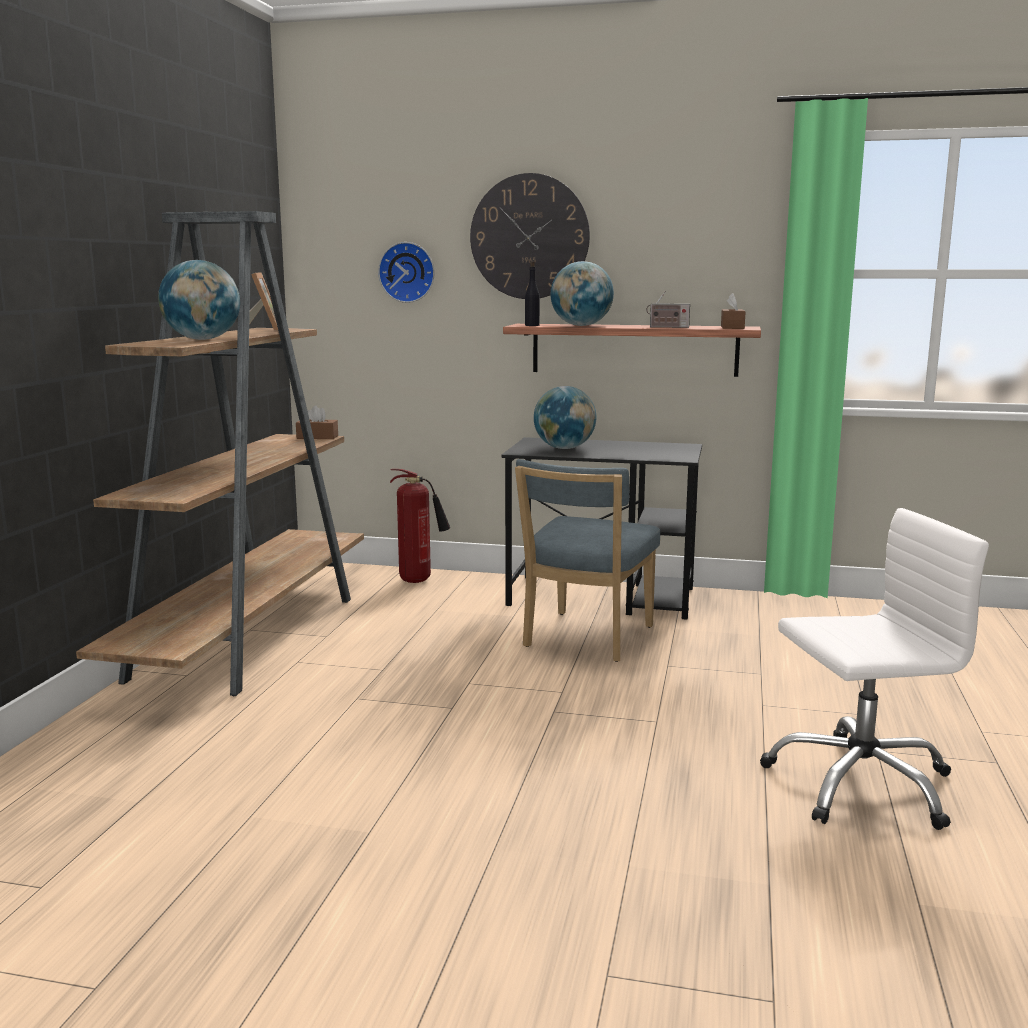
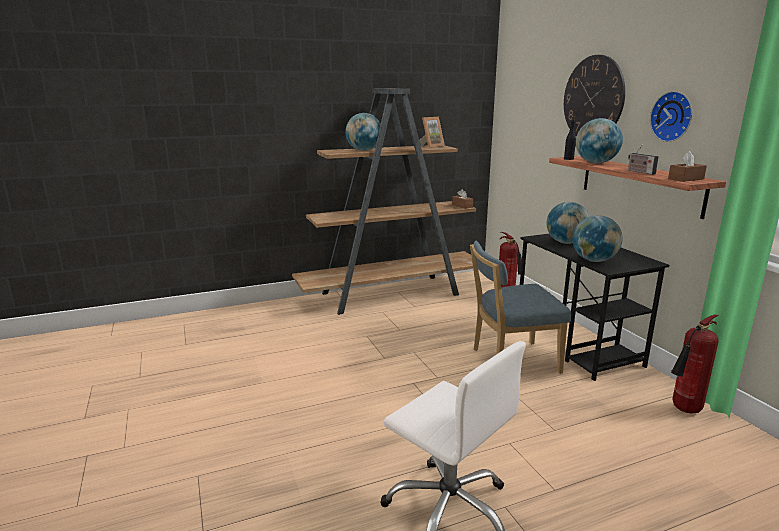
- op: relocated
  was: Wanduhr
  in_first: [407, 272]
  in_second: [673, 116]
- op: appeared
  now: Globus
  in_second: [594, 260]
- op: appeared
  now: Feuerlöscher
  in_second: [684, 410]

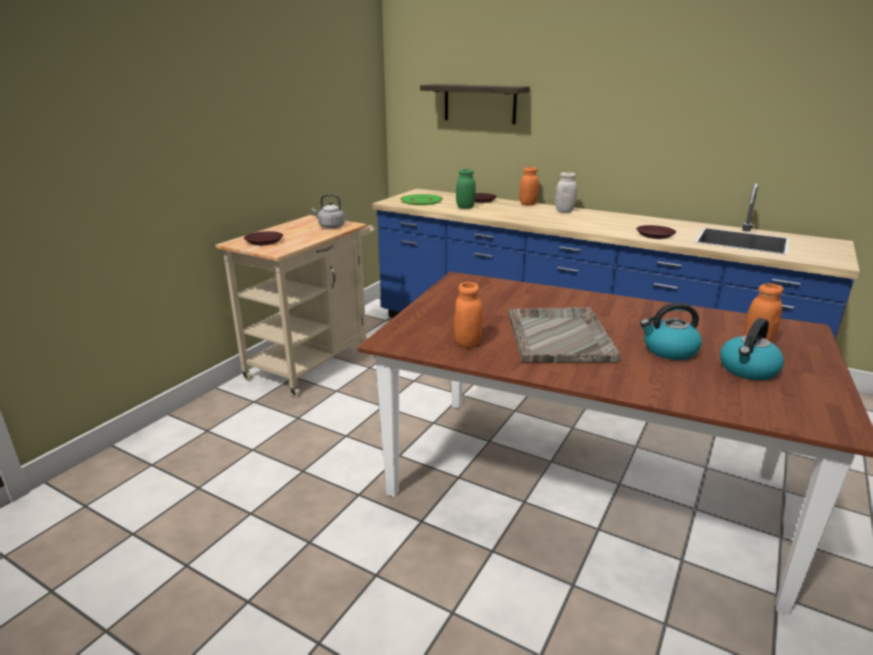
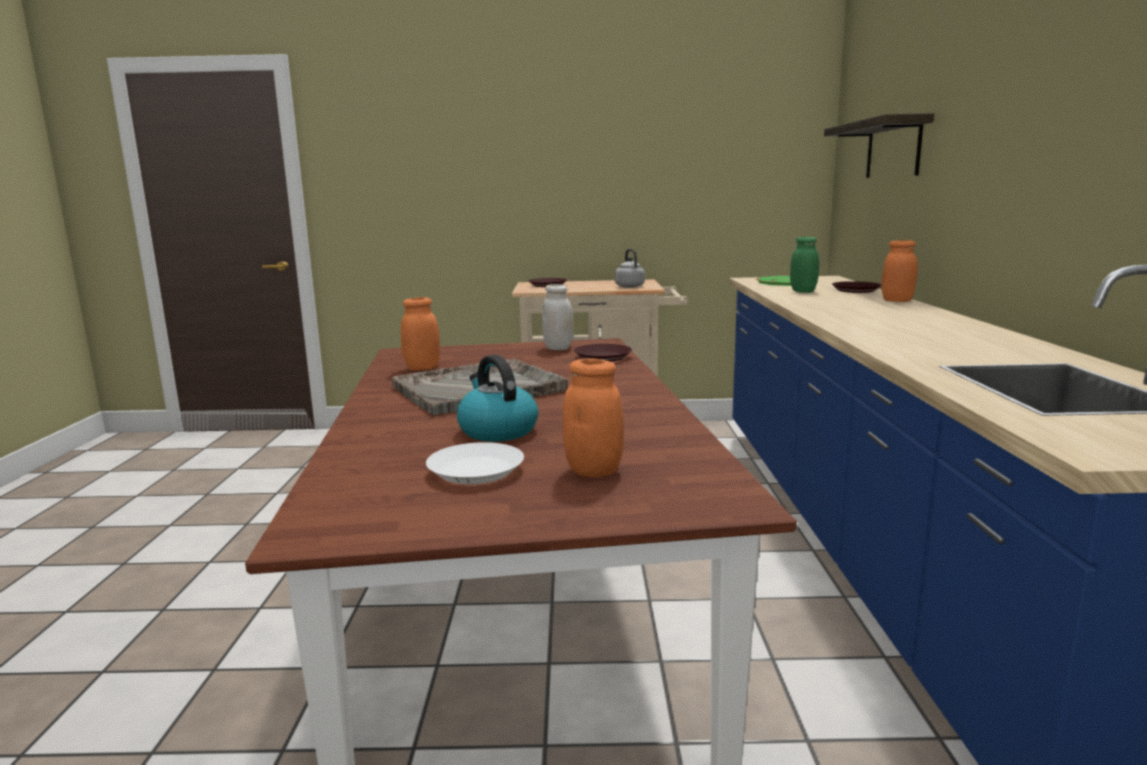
- op: relocated
  was: Vorratsglas (weiß)
  in_first: [564, 211]
  in_second: [558, 348]
- op: relocated
  was: Teller (braun)
  in_first: [655, 235]
  in_second: [602, 357]
- op: exchanged
  was: Wasserkessel
  now: Teller (weiß)
  in_first: [748, 370]
  in_second: [476, 471]

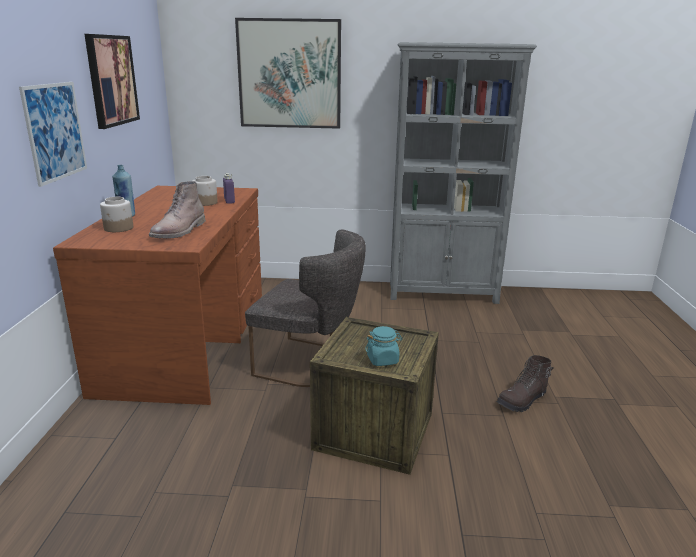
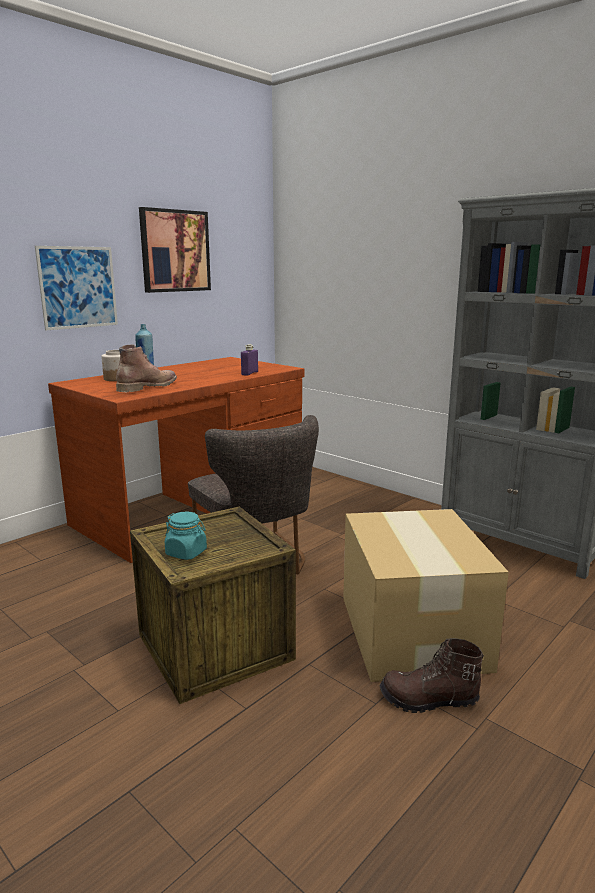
- op: missing
  was: Bild
  in_first: [289, 74]
- op: missing
  was: Vorratsglas
  in_first: [205, 202]
- op: spun
  was: Stiefel (braun)
  in_first: [179, 231]
  in_second: [147, 387]
  clockwise: 150
- op: appeared
  now: Karton
  in_second: [412, 633]

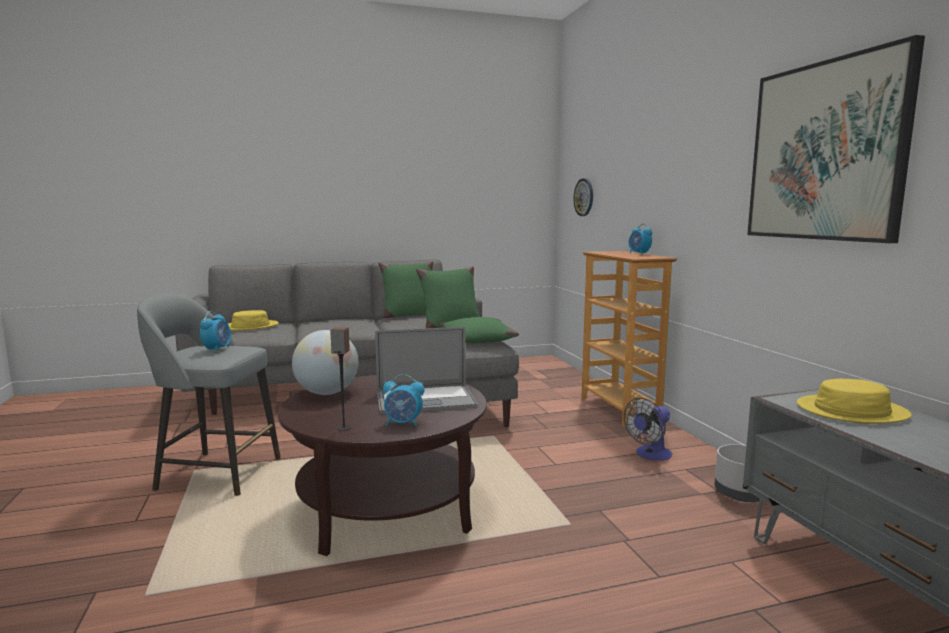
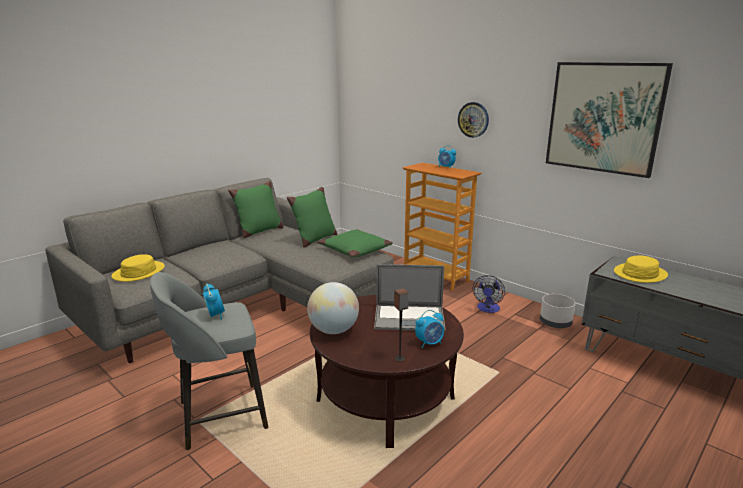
- op: relocated
  was: Wanduhr
  in_first: [584, 197]
  in_second: [473, 119]
- op: spun
  was: Laptop
  in_first: [425, 400]
  in_second: [409, 318]
  clockwise: 45

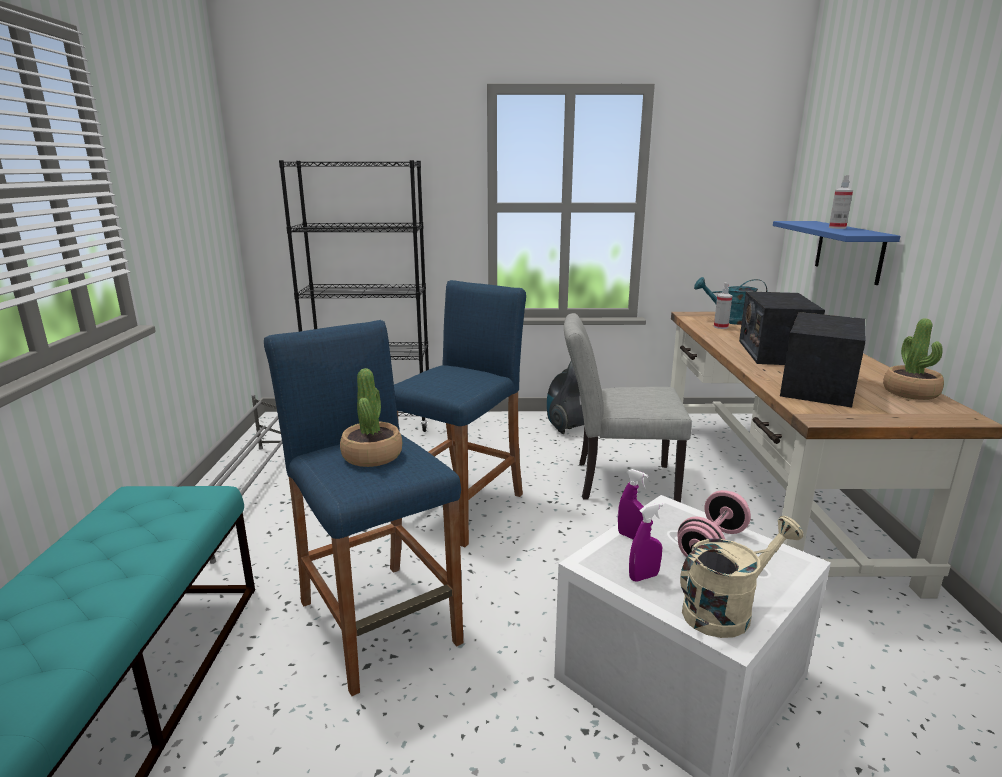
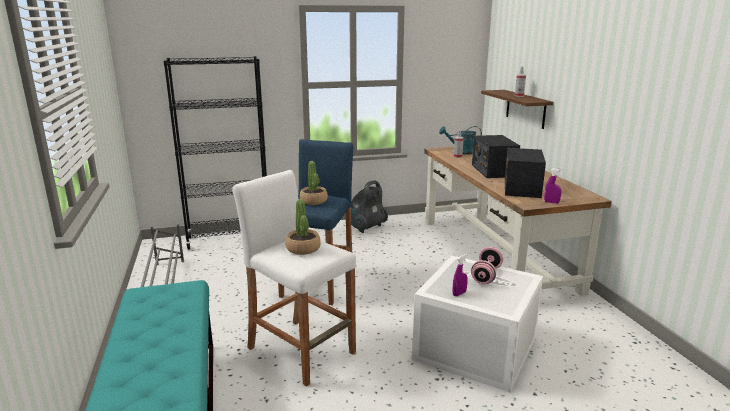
- op: colour
  was: Wandregal (blau)
  now: Wandregal (braun)
  in_first: [848, 251]
  in_second: [525, 108]
- op: missing
  was: Stuhl (grau)
  in_first: [616, 481]
- op: relocated
  was: Topfpflanze
  in_first: [910, 392]
  in_second: [314, 201]
- op: colour
  was: Hocker (blau)
  now: Hocker (weiß)
  in_first: [378, 622]
  in_second: [301, 350]
- op: relocated
  was: Sprühflasche (lila)
  in_first: [631, 536]
  in_second: [551, 202]
- op: missing
  was: Gießkanne (beige)
  in_first: [726, 610]

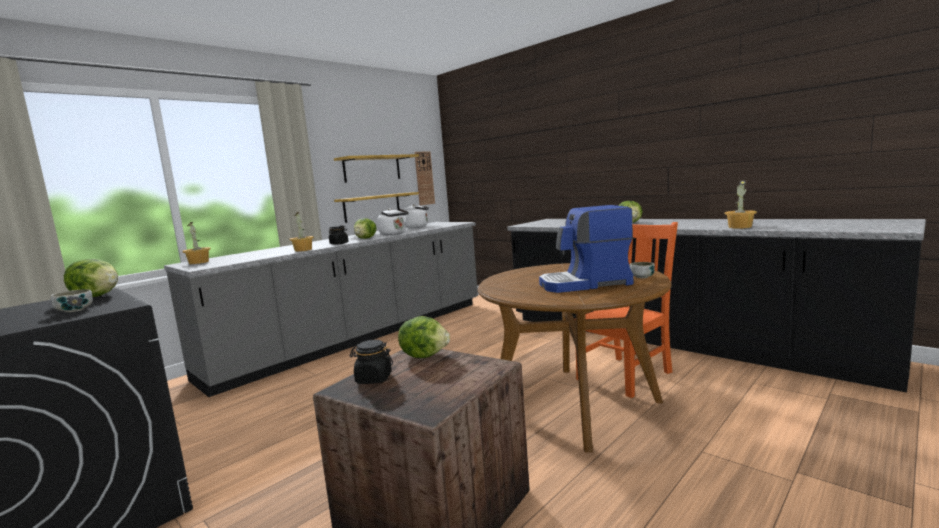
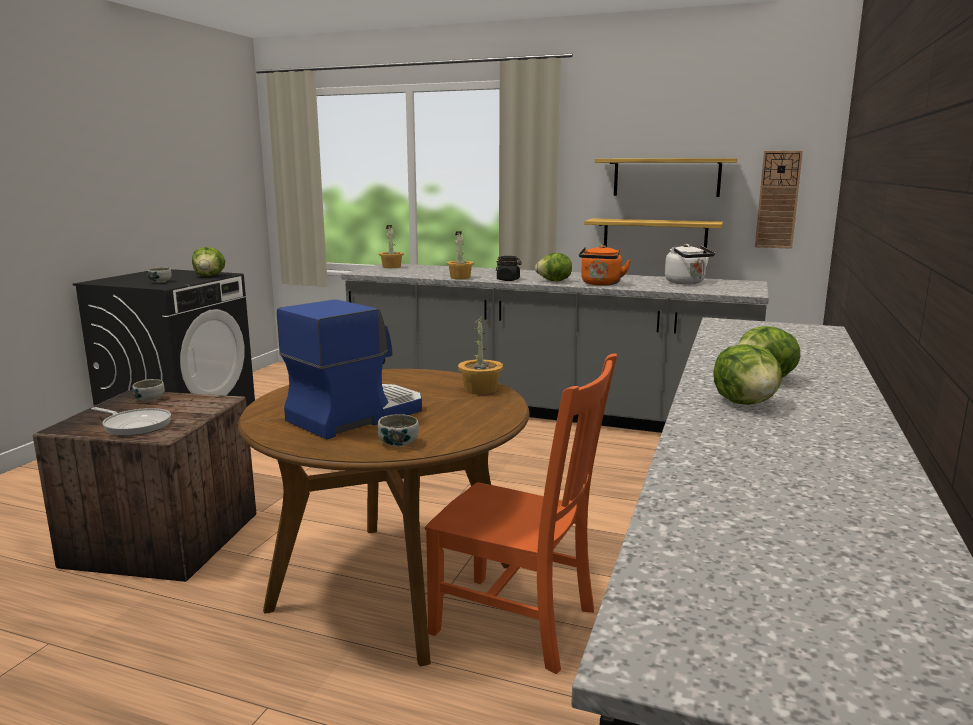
- op: relocated
  was: Topfpflanze
  in_first: [740, 227]
  in_second: [481, 389]
- op: spun
  was: Kaffeemaschine
  in_first: [585, 284]
  in_second: [356, 415]
  clockwise: 75
- op: colour
  was: Wasserkessel (weiß)
  now: Wasserkessel (orange)
  in_first: [394, 234]
  in_second: [601, 284]
- op: relocated
  was: Salatkopf
  in_first: [425, 355]
  in_second: [746, 403]
- op: exchanged
  was: Vorratsglas (schwarz)
  now: Schüssel
  in_first: [373, 379]
  in_second: [150, 399]
- op: appeared
  now: Pfanne
  in_second: [135, 425]

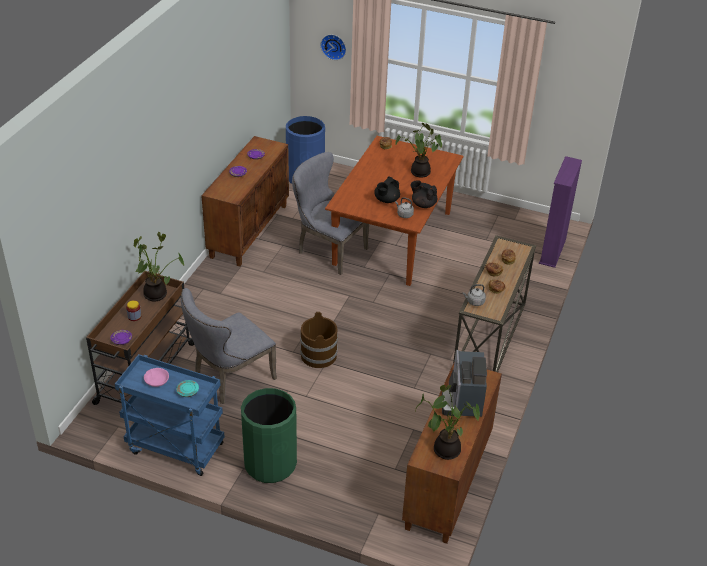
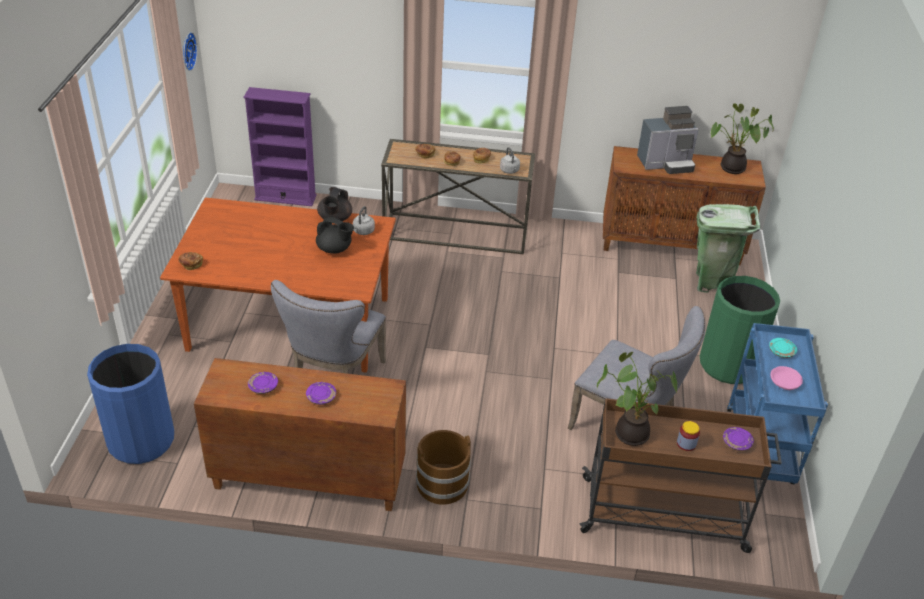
- op: relocated
  was: Wanduhr
  in_first: [334, 46]
  in_second: [187, 51]
- op: missing
  was: Topfpflanze
  in_first: [418, 173]
- op: relocated
  was: Eimer (braun)
  in_first: [318, 355]
  in_second: [442, 484]
- op: appeared
  now: Mülleimer (grün)
  in_second: [713, 282]

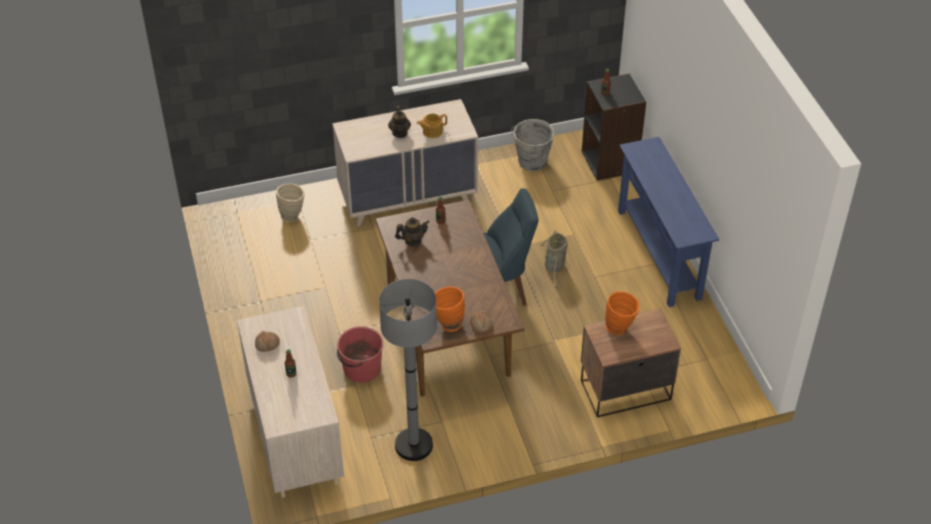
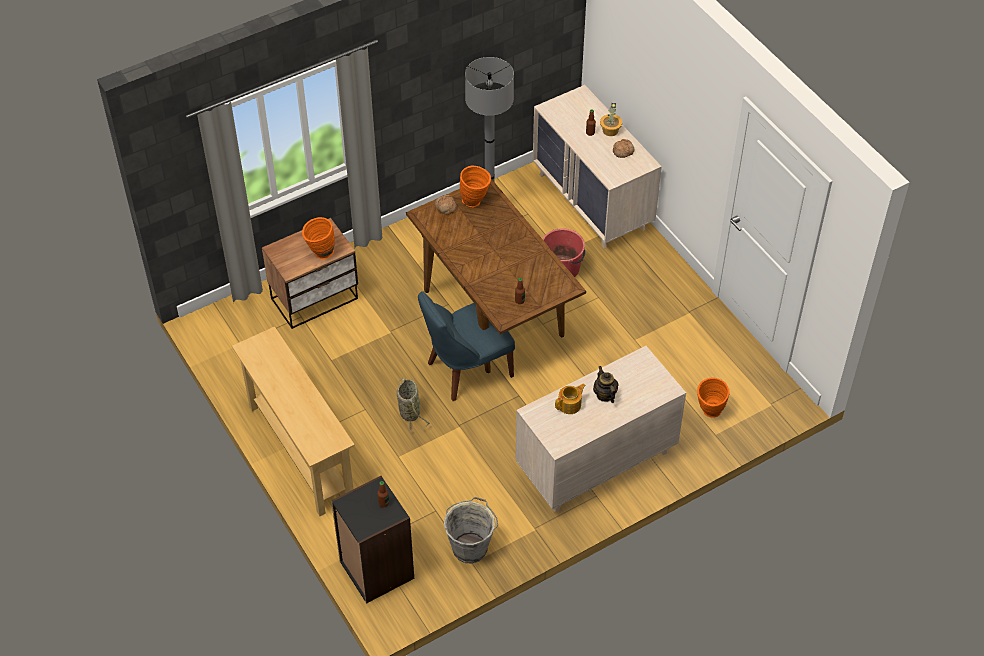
- op: colour
  was: Konsolentisch (blau)
  now: Konsolentisch (beige)
  in_first: [659, 254]
  in_second: [300, 452]
- op: colour
  was: Vase (beige)
  now: Vase (orange)
  in_first: [293, 215]
  in_second: [709, 413]
- op: missing
  was: Teekanne
  in_first: [412, 241]
- op: appeared
  now: Topfpflanze
  in_second: [610, 130]

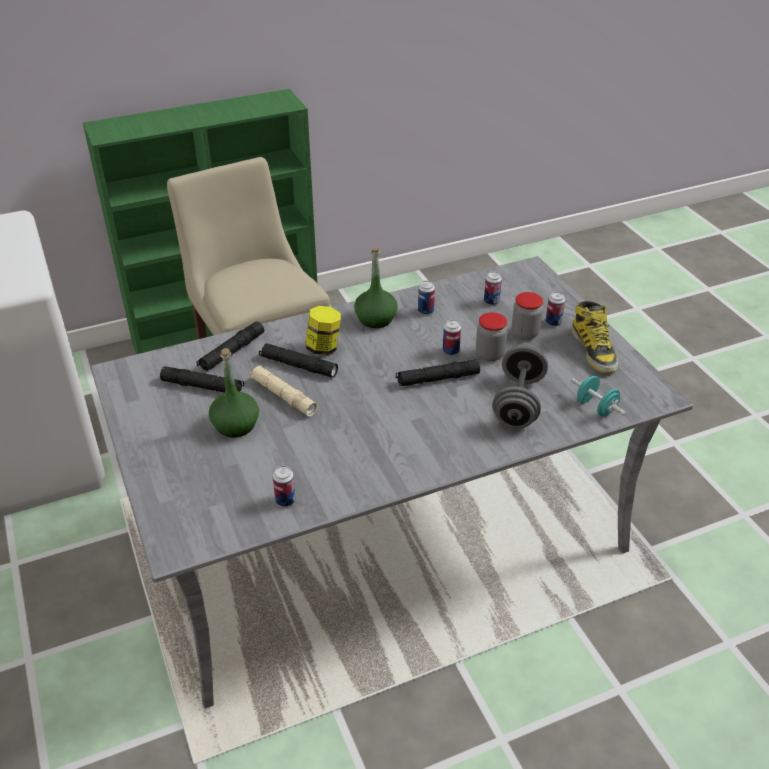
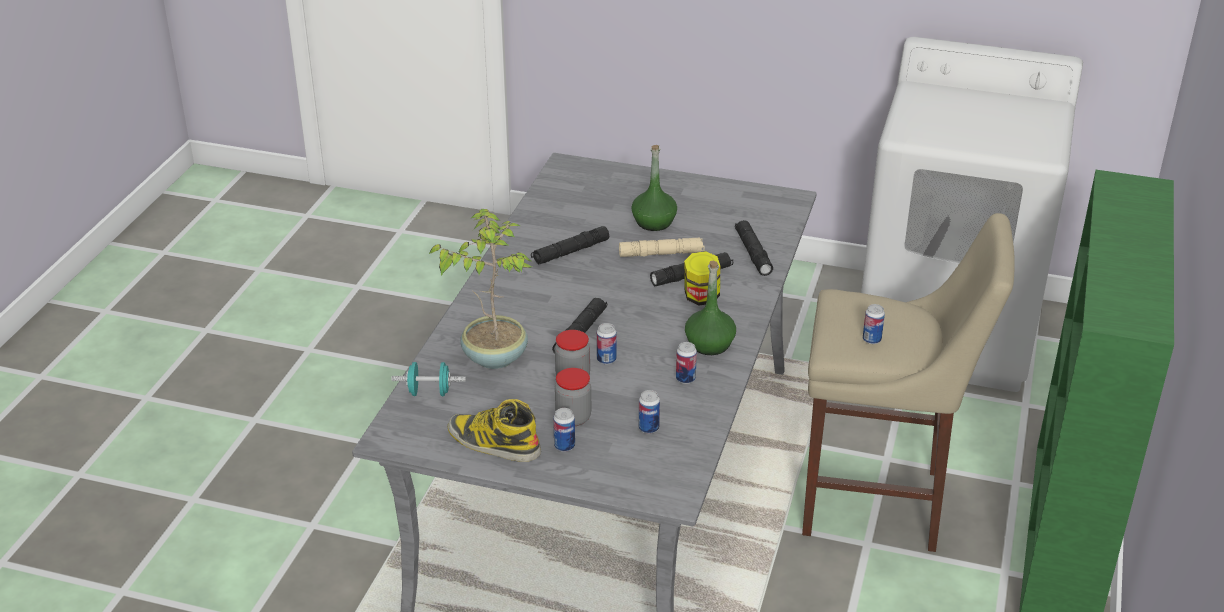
- op: exchanged
  was: Hantel (grau)
  now: Topfpflanze
  in_first: [518, 402]
  in_second: [494, 356]
- op: relocated
  was: Taschenlampe (schwarz)
  in_first: [203, 386]
  in_second: [570, 252]
- op: relocated
  was: Dose
  in_first: [285, 500]
  in_second: [871, 339]

